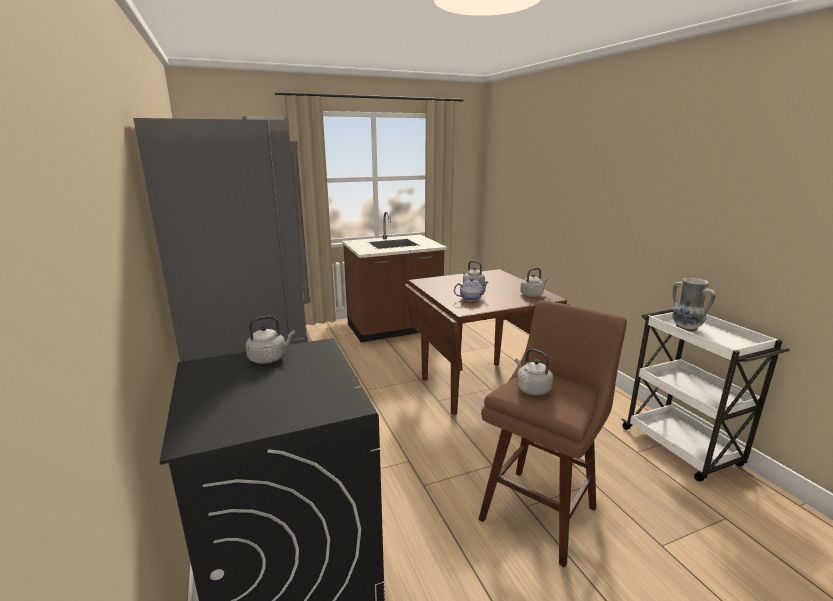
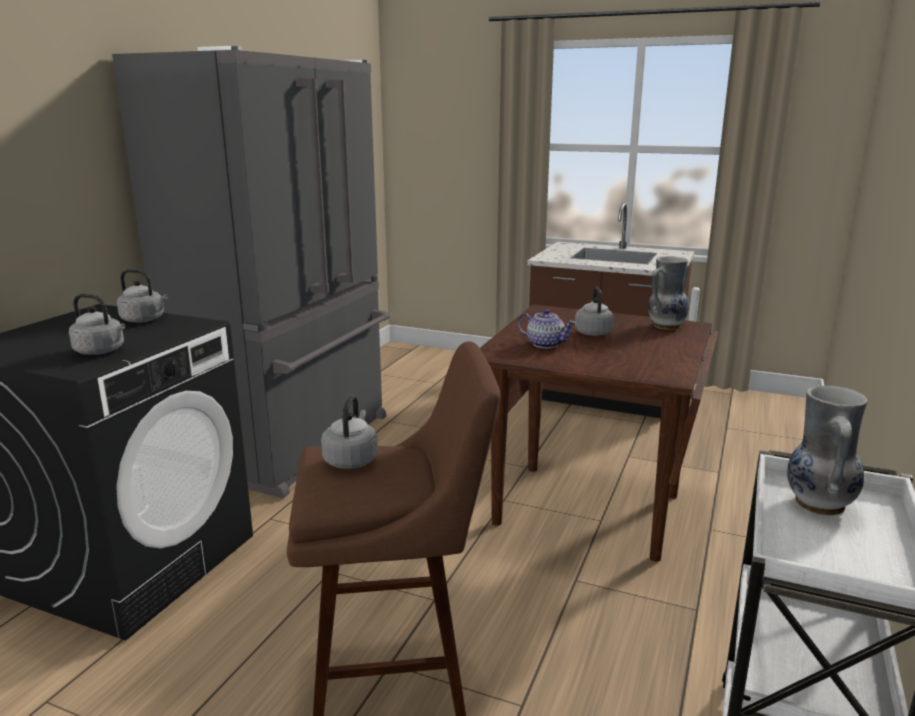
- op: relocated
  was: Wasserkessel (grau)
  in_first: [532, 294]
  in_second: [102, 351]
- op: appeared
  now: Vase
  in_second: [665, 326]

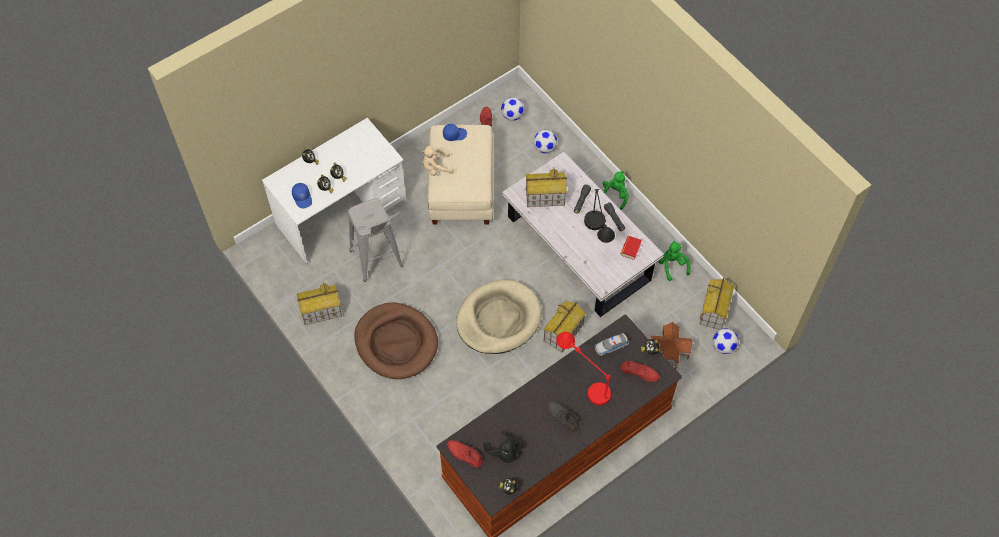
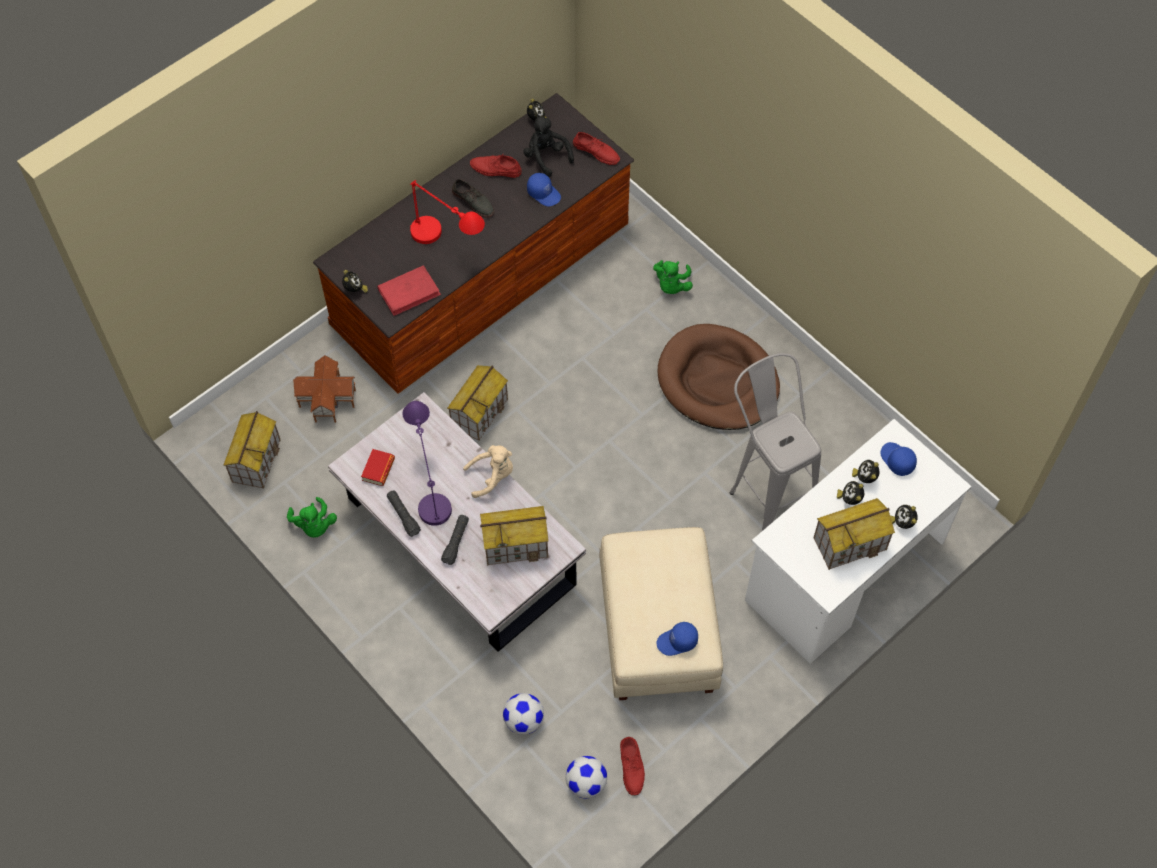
- op: relocated
  was: Plüschtier (beige)
  in_first: [436, 167]
  in_second: [492, 476]
- op: relocated
  was: Plüschtier (grün)
  in_first: [614, 195]
  in_second: [671, 285]
- op: colour
  was: Tischlampe (schwarz)
  now: Tischlampe (lila)
  in_first: [598, 237]
  in_second: [429, 484]
- op: missing
  was: Hundebett (beige)
  in_first: [498, 319]
- op: relocated
  was: Spielzeughaus
  in_first: [321, 311]
  in_second: [850, 543]
- op: missing
  was: Fußball
  in_first: [723, 346]
- op: exchanged
  was: Spielzeugauto
  now: Buch (rot)
  in_first: [611, 346]
  in_second: [409, 292]
- op: relocated
  was: Schuh (rot)
  in_first: [640, 372]
  in_second: [495, 169]
- op: appeared
  now: Kappe (blau)
  in_second: [544, 193]

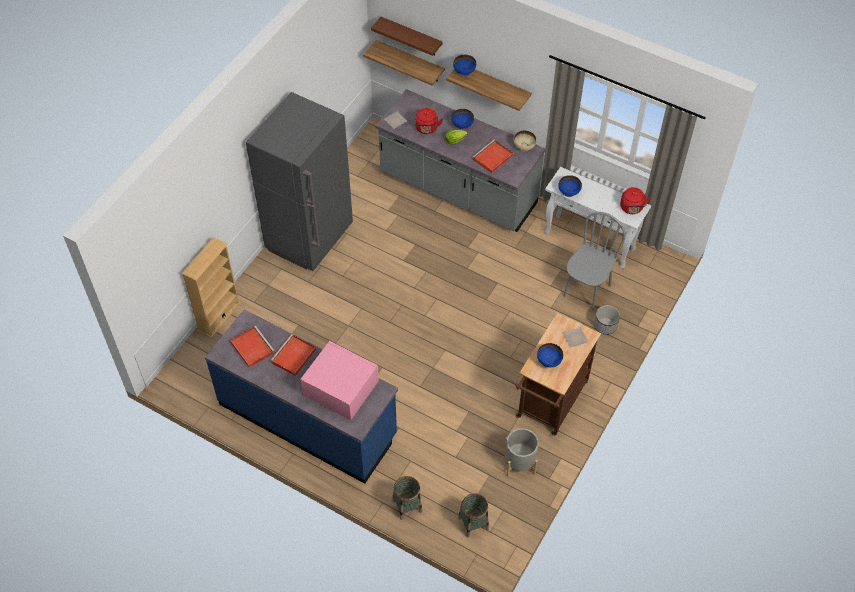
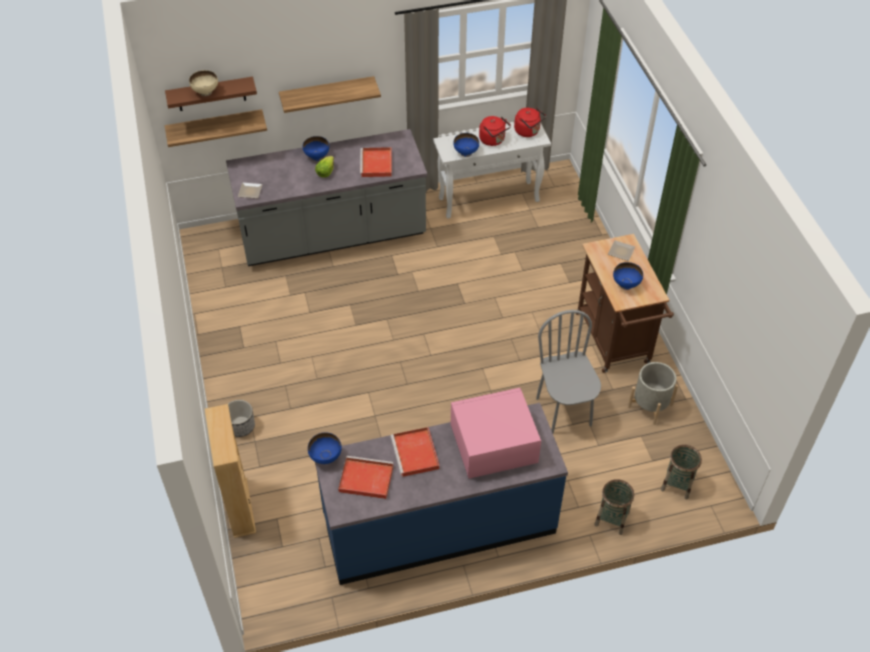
- op: relocated
  was: Schüssel (blau)
  in_first: [464, 72]
  in_second: [326, 457]
- op: missing
  was: Kühlschrank (grau)
  in_first: [310, 238]
- op: relocated
  was: Wasserkessel (rot)
  in_first: [426, 129]
  in_second: [493, 140]
- op: relocated
  was: Schüssel (beige)
  in_first: [523, 147]
  in_second: [205, 92]
- op: relocated
  was: Stuhl (grau)
  in_first: [586, 290]
  in_second: [564, 411]
- op: relocated
  was: Pflanzkübel
  in_first: [605, 326]
  in_second: [240, 426]

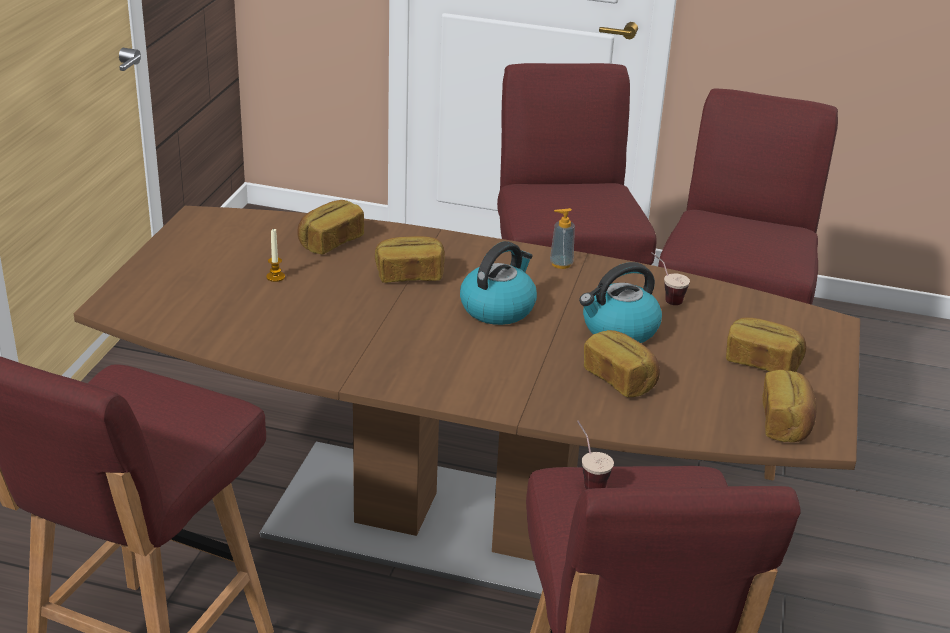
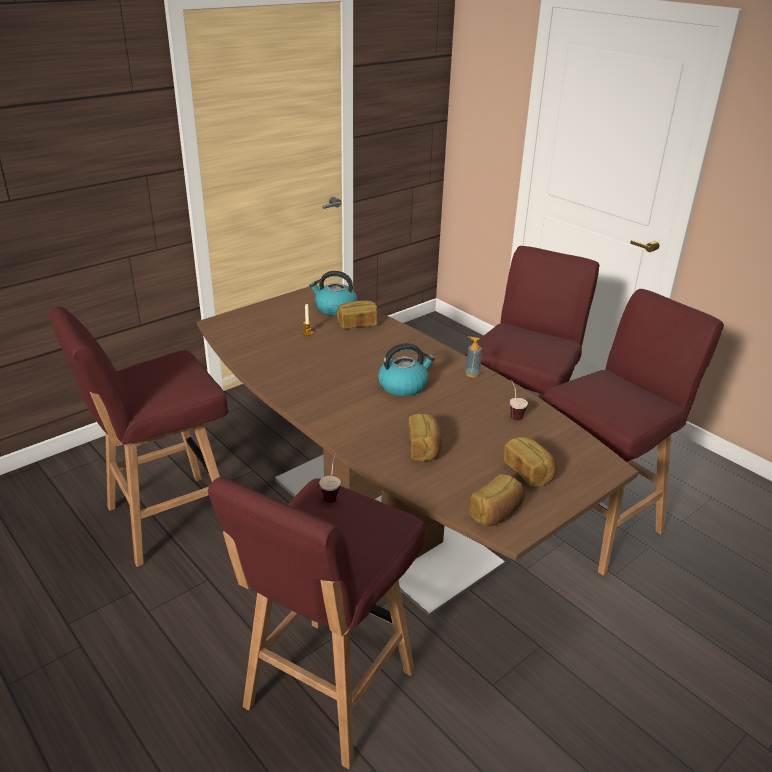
- op: missing
  was: Brot
  in_first: [409, 275]
- op: relocated
  was: Wasserkessel
  in_first: [619, 330]
  in_second: [335, 308]

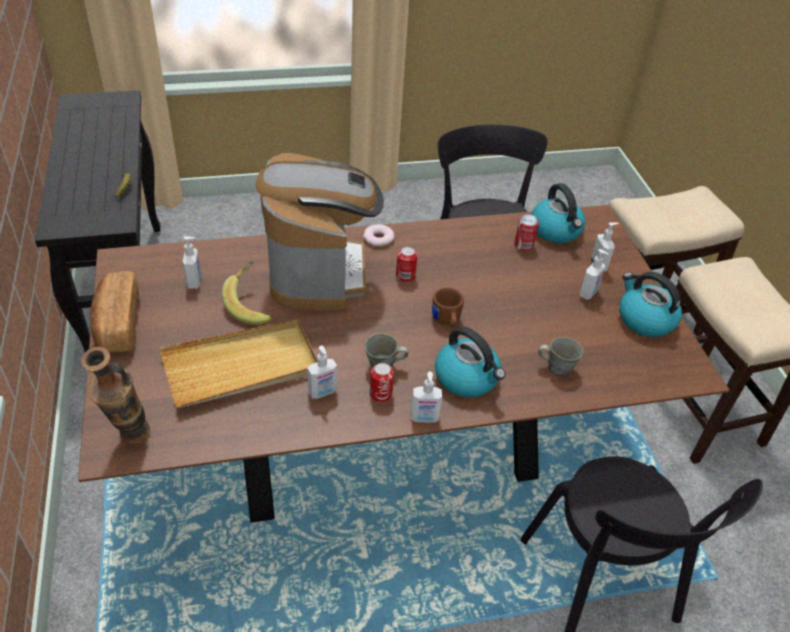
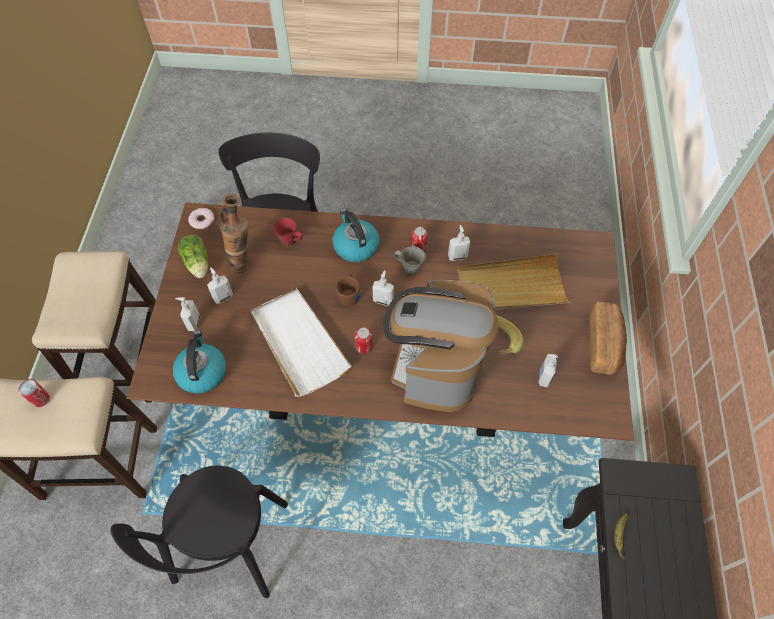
- op: relocated
  was: Dose
  in_first: [523, 245]
  in_second: [40, 399]
- op: relocated
  was: Donut
  in_first: [378, 238]
  in_second: [202, 220]
- op: exchanged
  was: Wasserkessel
  now: Salatkopf
  in_first: [644, 319]
  in_second: [197, 264]
- op: colour
  was: Henkelbecher (grau)
  now: Henkelbecher (rot)
  in_first: [557, 368]
  in_second: [289, 240]
- op: relocated
  was: Vase
  in_first: [130, 441]
  in_second: [243, 262]
- op: relocated
  was: Seifenspender
  in_first: [424, 418]
  in_second: [383, 300]
- op: appeared
  now: Tablett (weiß)
  in_second: [299, 342]

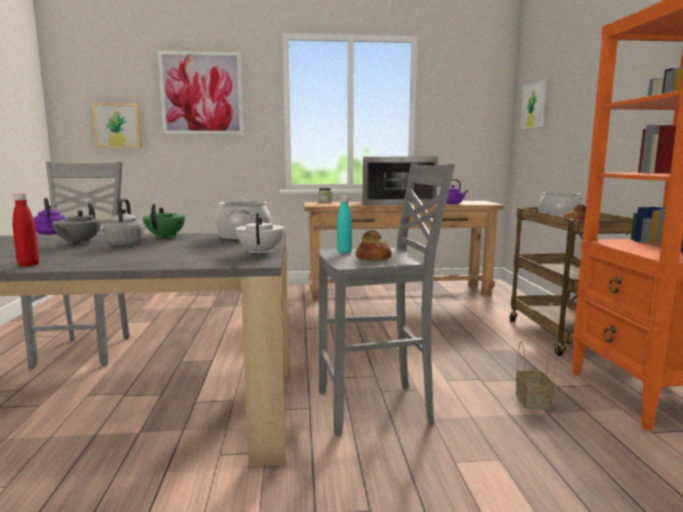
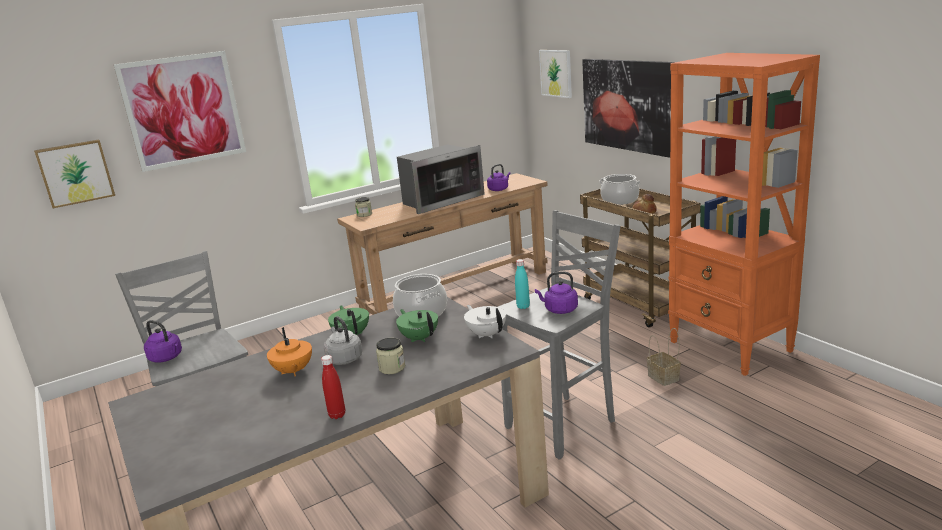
- op: colour
  was: Teekanne (grau)
  now: Teekanne (orange)
  in_first: [78, 243]
  in_second: [293, 371]
- op: exchanged
  was: Brot
  now: Wasserkessel (lila)
  in_first: [373, 259]
  in_second: [559, 310]
- op: appeared
  now: Bild
  in_second: [631, 105]
- op: appeared
  now: Teekanne (grün)
  in_second: [419, 338]
- op: appeared
  now: Vorratsglas
  in_second: [392, 368]

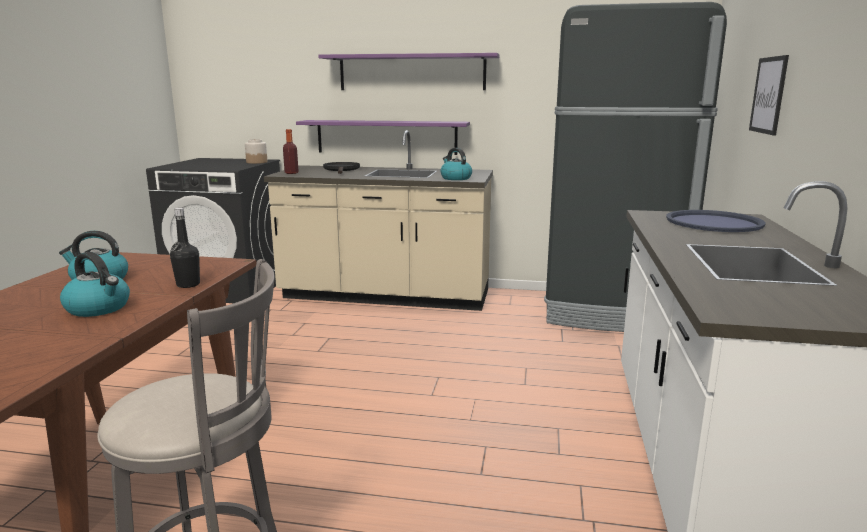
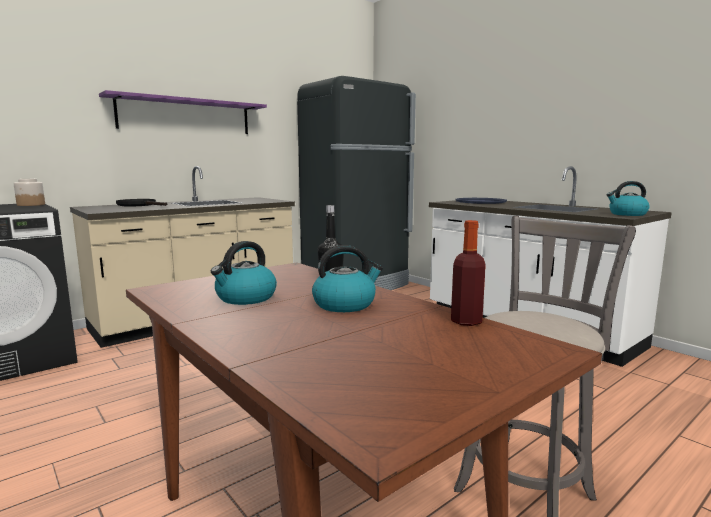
- op: missing
  was: Bild
  in_first: [768, 95]
- op: missing
  was: Wandregal (lila)
  in_first: [386, 137]
- op: relocated
  was: Flasche
  in_first: [291, 173]
  in_second: [466, 321]
- op: relocated
  was: Wasserkessel
  in_first: [455, 178]
  in_second: [627, 214]

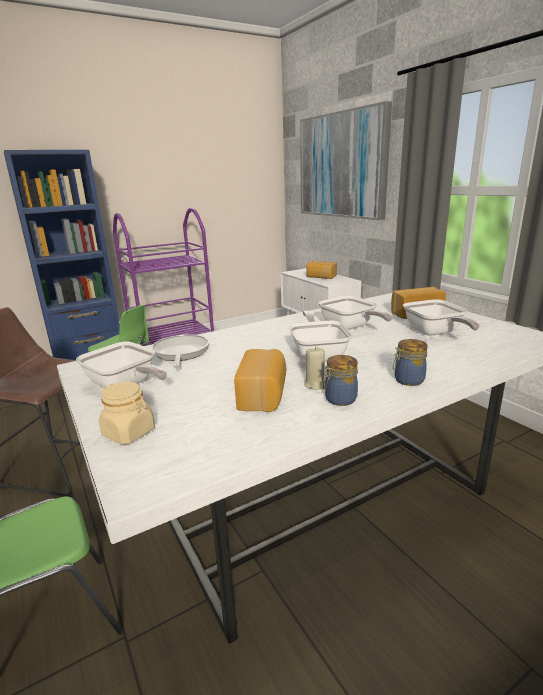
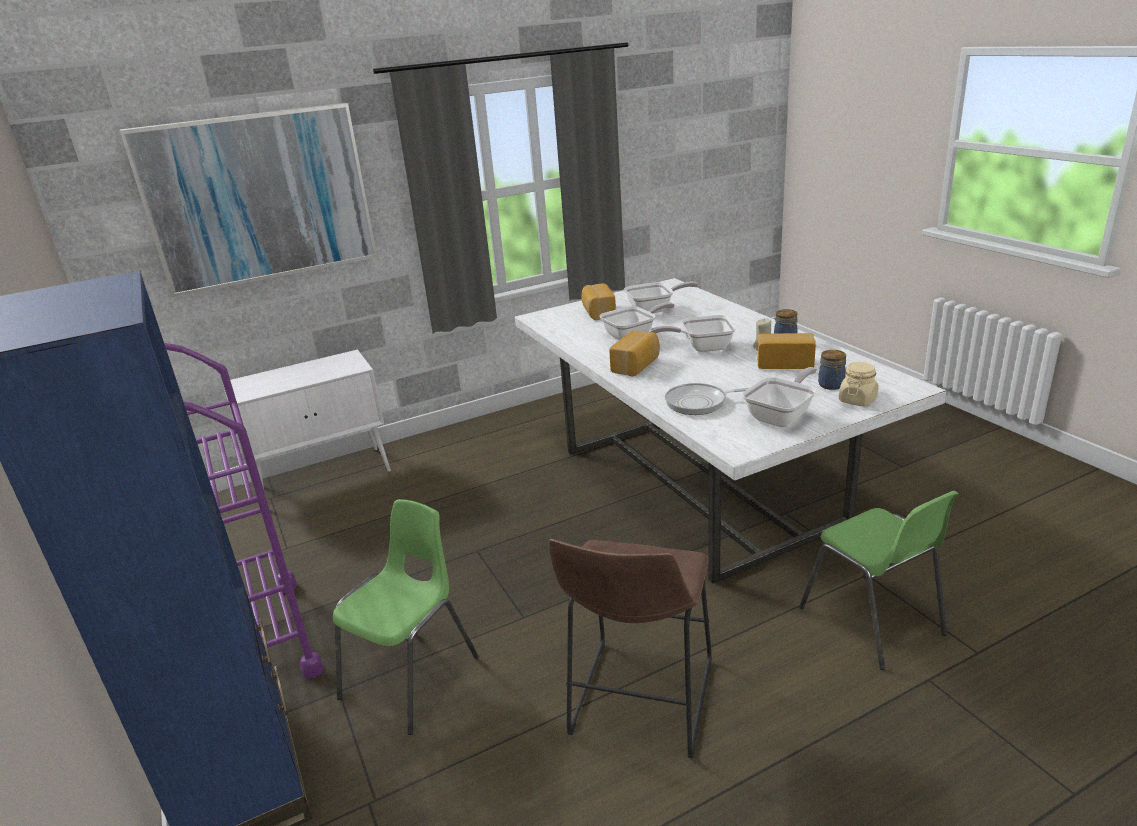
- op: relocated
  was: Brot
  in_first: [321, 277]
  in_second: [636, 365]
- op: relocated
  was: Vorratsglas
  in_first: [407, 380]
  in_second: [831, 385]

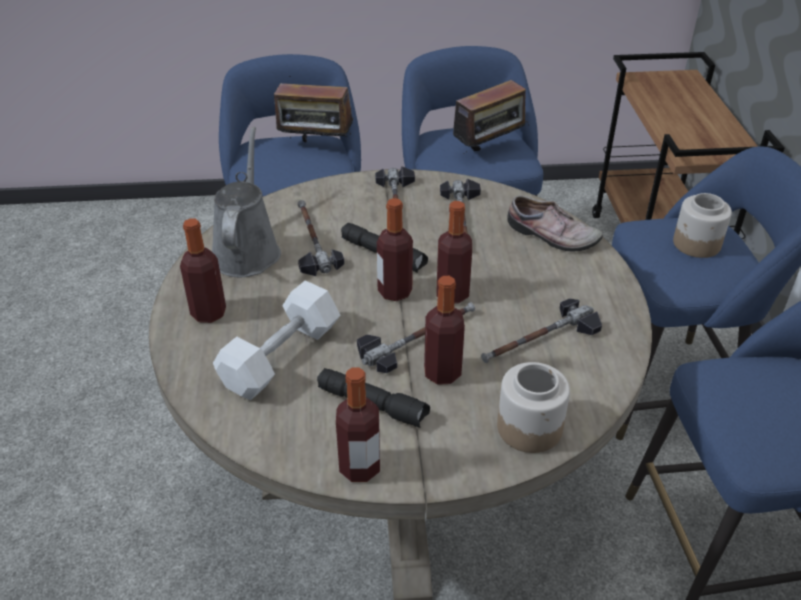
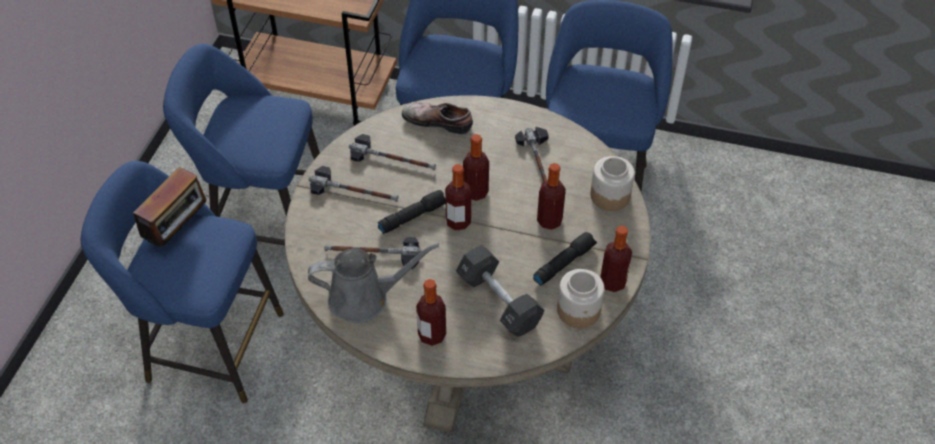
- op: missing
  was: Radio
  in_first: [489, 150]
- op: spun
  was: Gießkanne (grau)
  in_first: [247, 250]
  in_second: [364, 298]
  clockwise: 150
- op: relocated
  was: Vorratsglas
  in_first: [696, 244]
  in_second: [579, 310]
- op: spun
  was: Schuh
  in_first: [551, 236]
  in_second: [438, 120]
  clockwise: -120
- op: colour
  was: Hantel (weiß)
  now: Hantel (schwarz)
  in_first: [281, 356]
  in_second: [499, 301]
- op: missing
  was: Hammer
  in_first: [418, 337]

